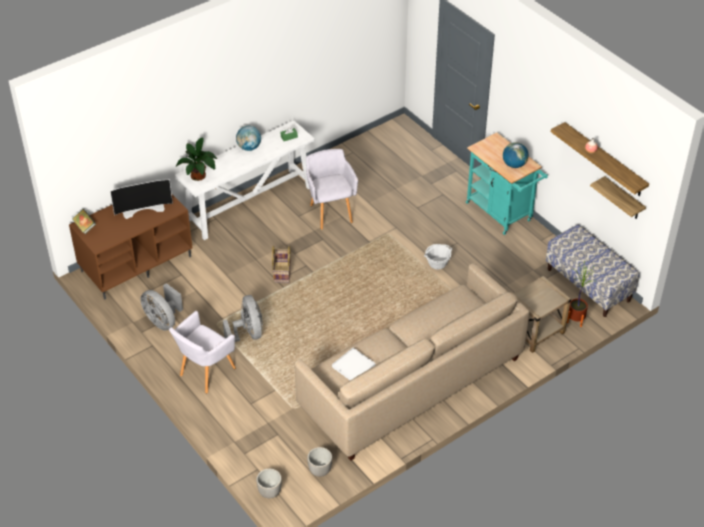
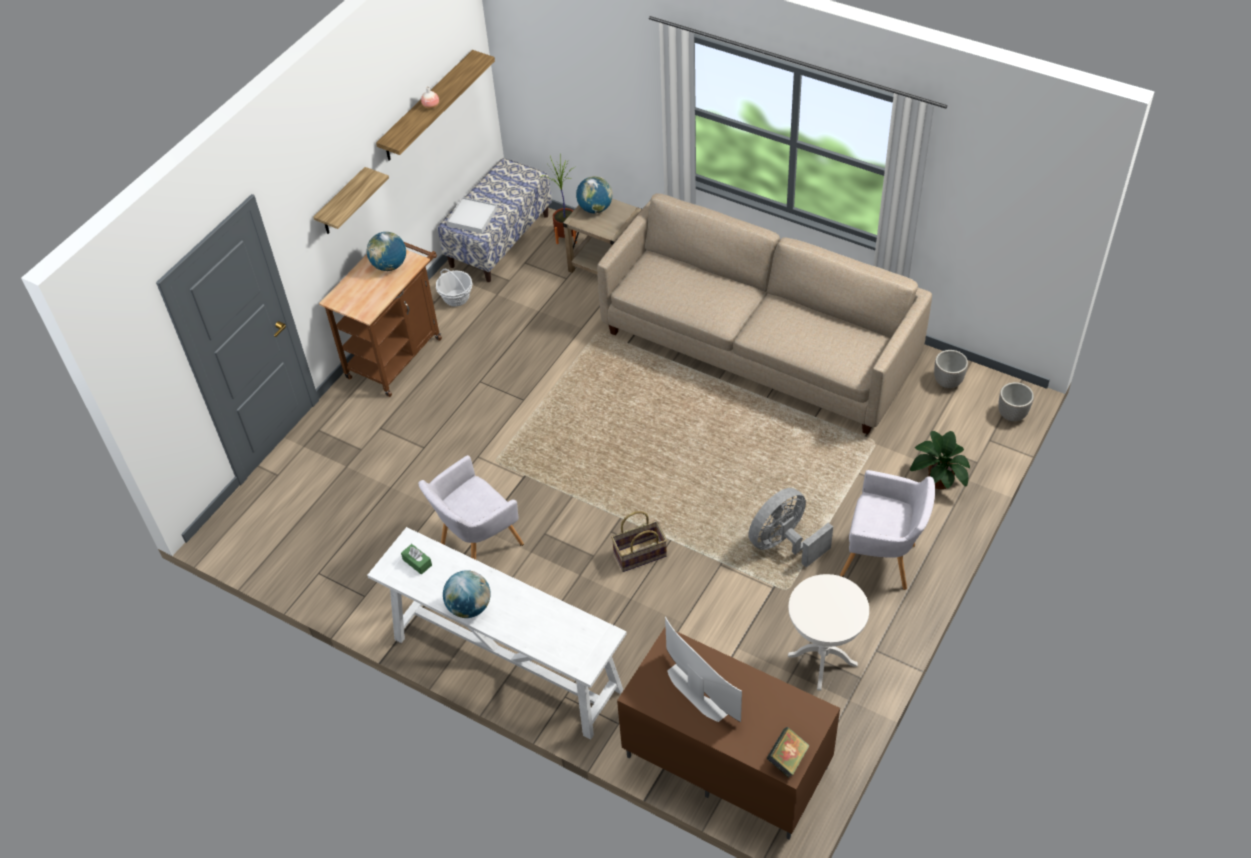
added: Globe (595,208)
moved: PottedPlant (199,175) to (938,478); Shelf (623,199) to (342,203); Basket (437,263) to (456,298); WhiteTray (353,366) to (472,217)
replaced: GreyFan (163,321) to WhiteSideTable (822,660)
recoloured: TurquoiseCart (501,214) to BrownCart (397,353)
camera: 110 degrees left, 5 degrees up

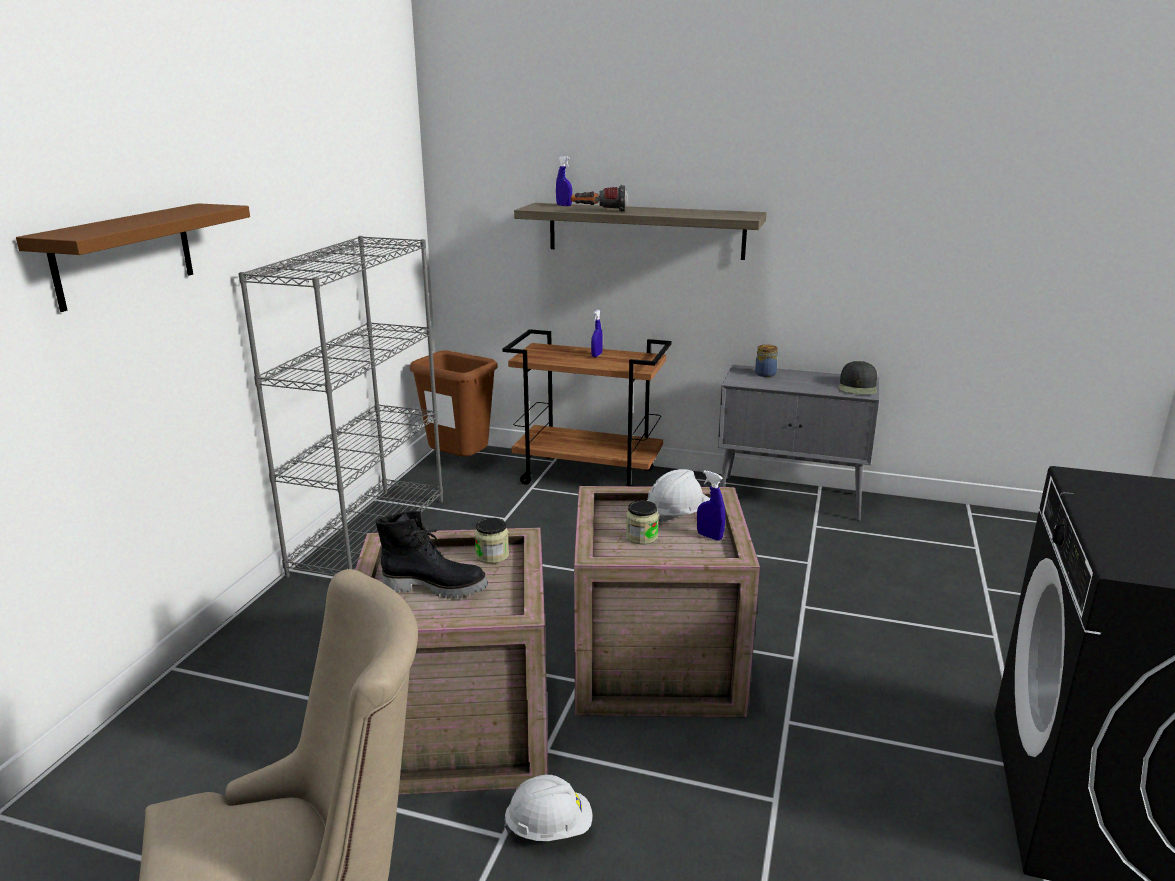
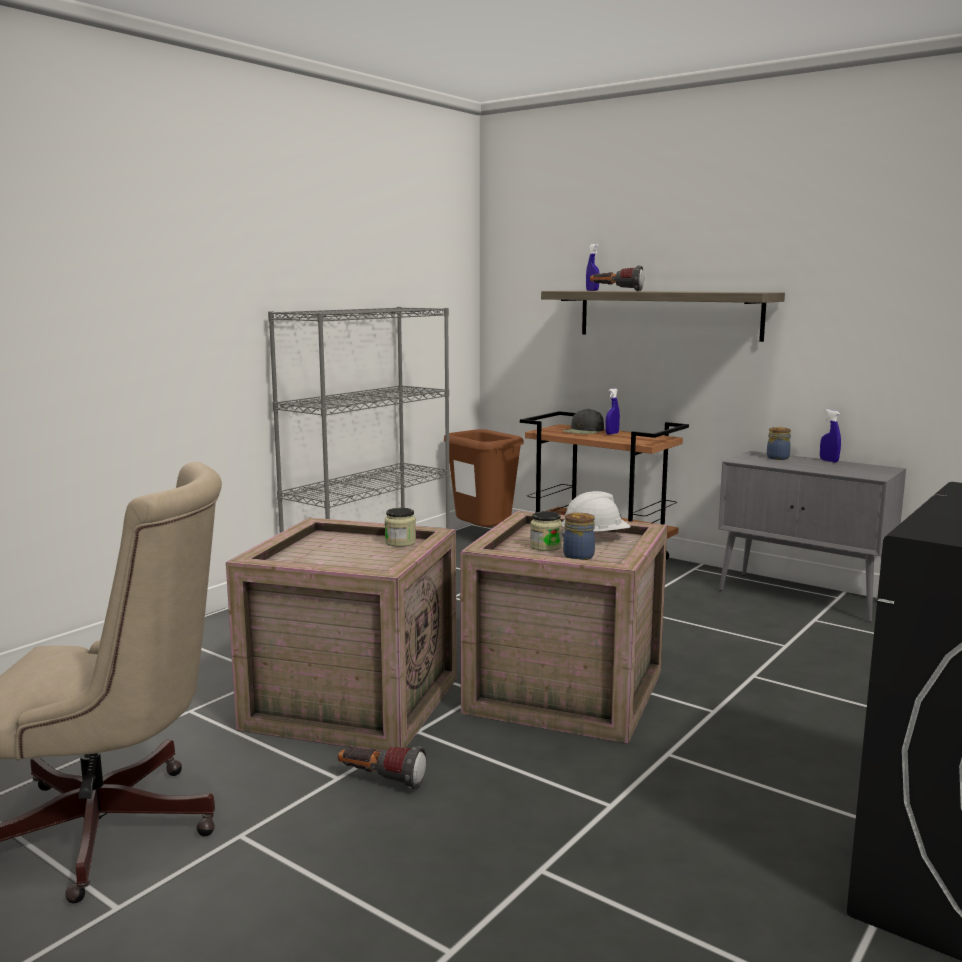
removed: BrownShelf (124,255); BlackBoot (435,587)
added: Jar (579,556)
moved: BlackCap (858,387) to (583,431); BlueSprayBottle (709,536) to (829,461)
replaced: WhiteHardHat (549,828) to Flashlight (381,781)
camera: 20 degrees right, 10 degrees down

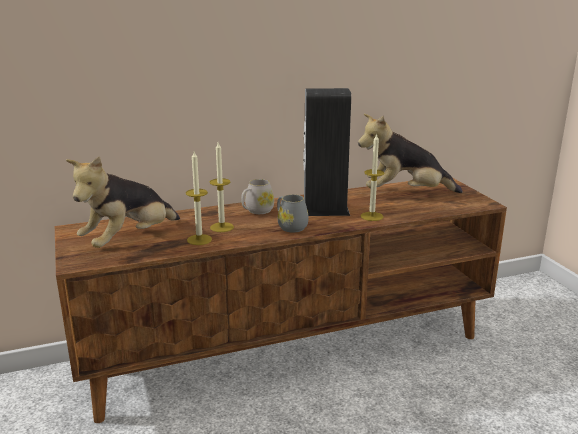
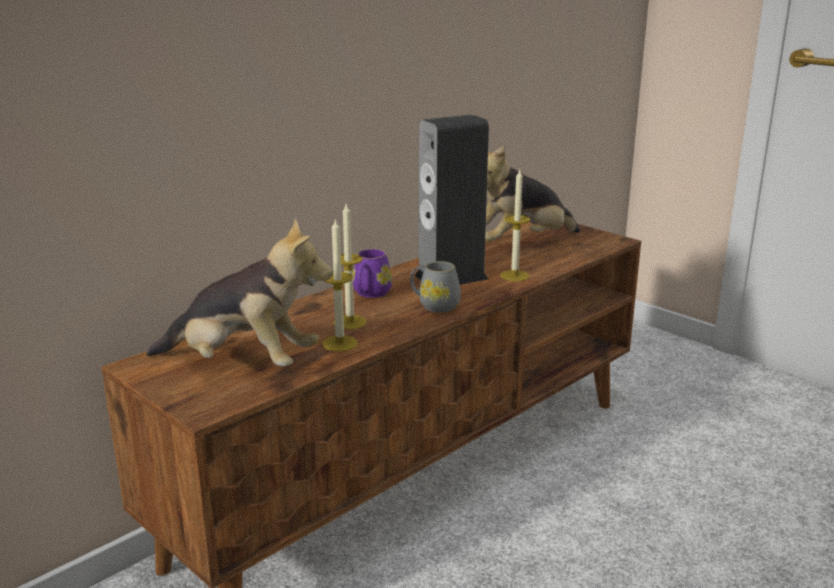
recoloured: WhiteMug (256,211) to PurpleMug (370,294)
turned: PlushToy (129,240) = (243,364) 90 degrees counterclockwise
camera: 25 degrees left, 0 degrees up

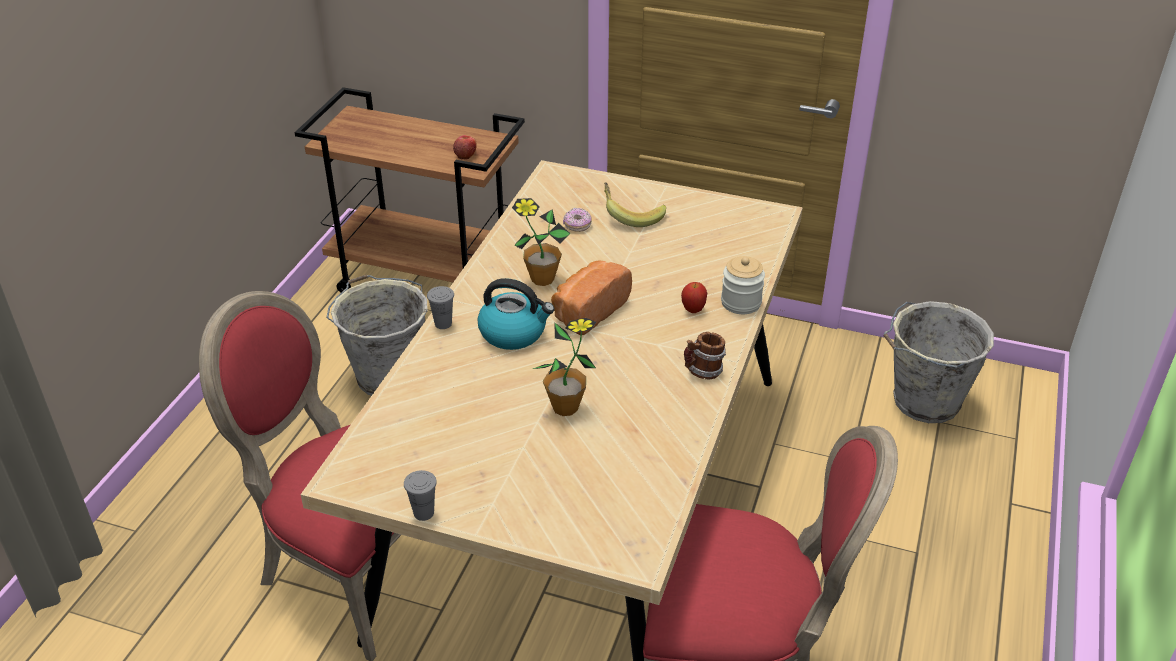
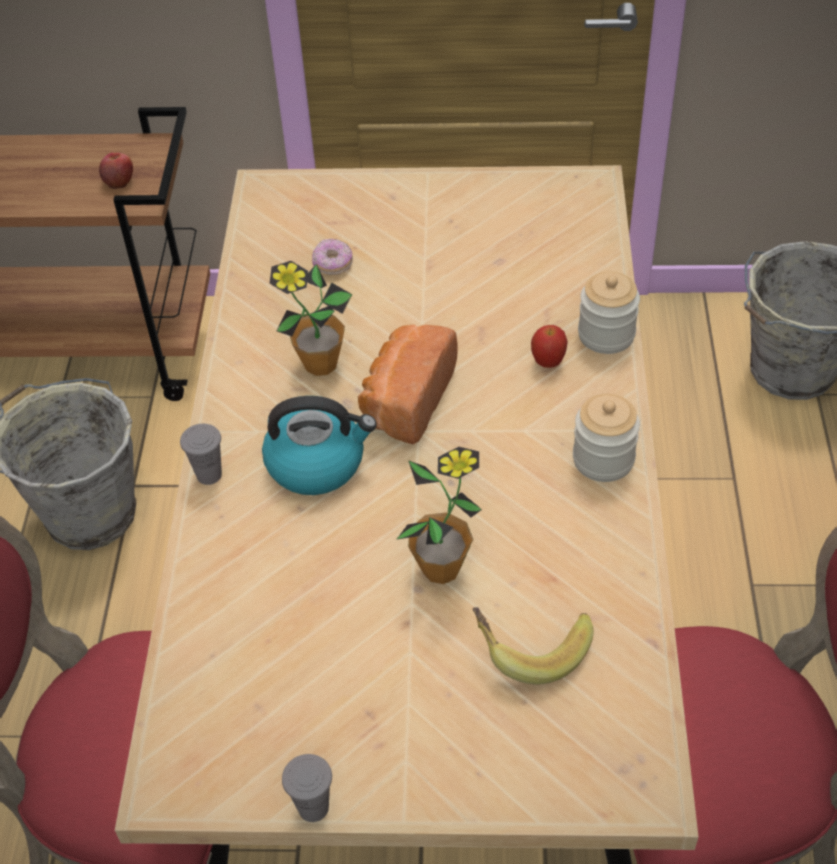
moved: Banana (631,216) to (530,647)
replaced: Mug (702,372) to Jar (603,459)
camera: 15 degrees left, 10 degrees up

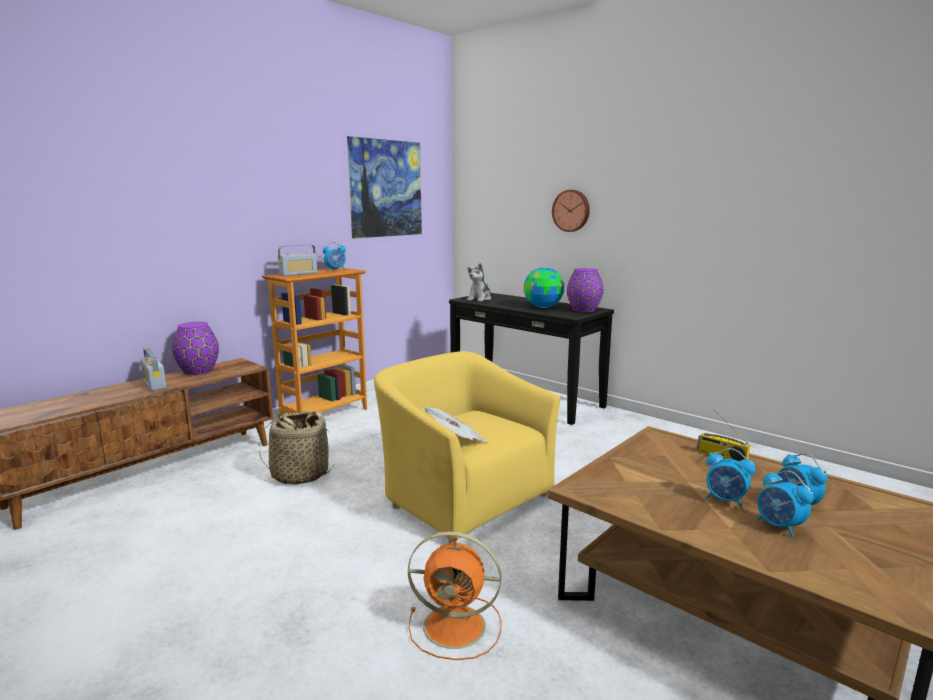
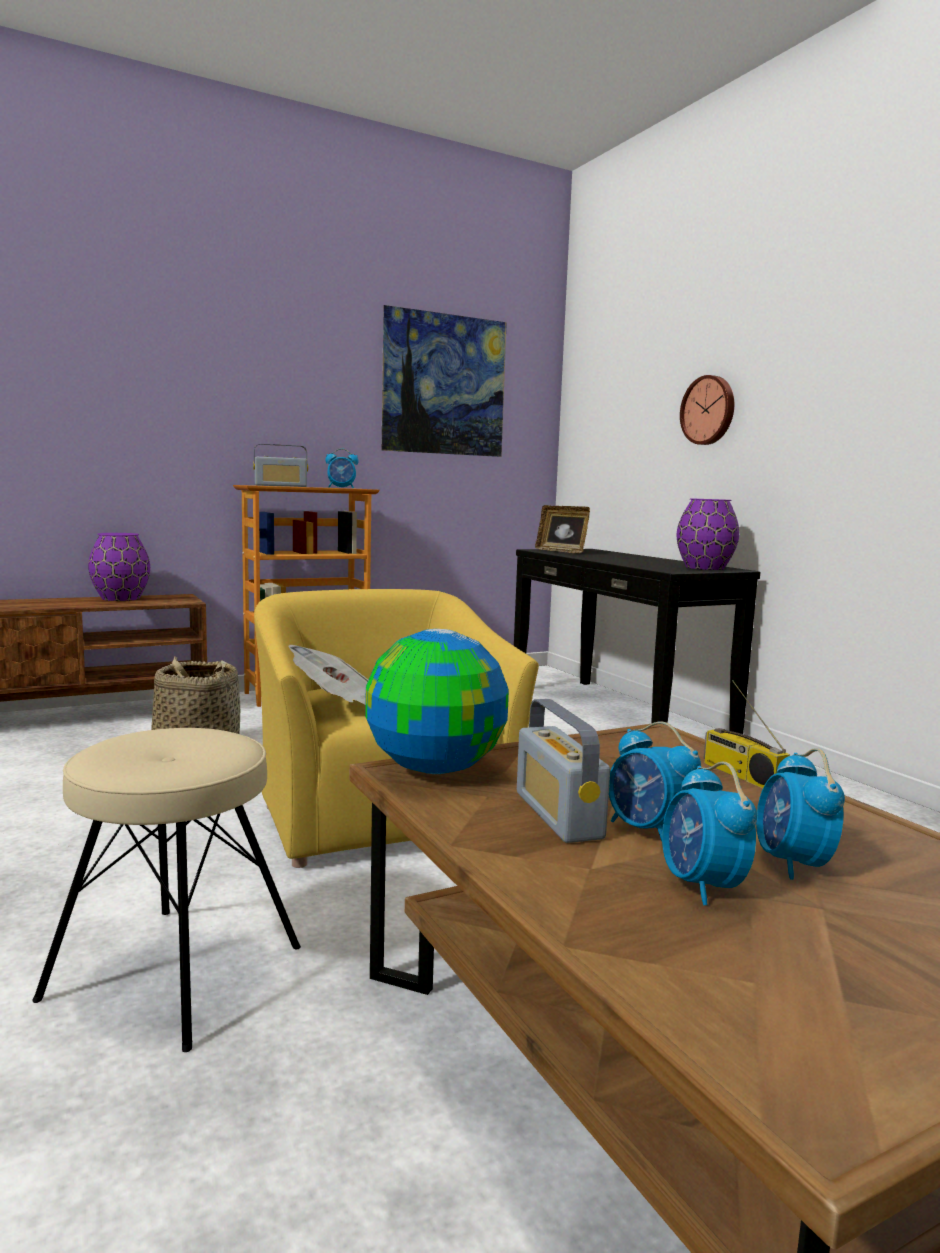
moved: Globe (543,307) to (435,769); Radio (154,384) to (558,815)
replaced: PlushToy (479,299) to PictureFrame (562,551); OrangeFan (457,626) to BeigeStool (174,973)
camera: 20 degrees right, 5 degrees down

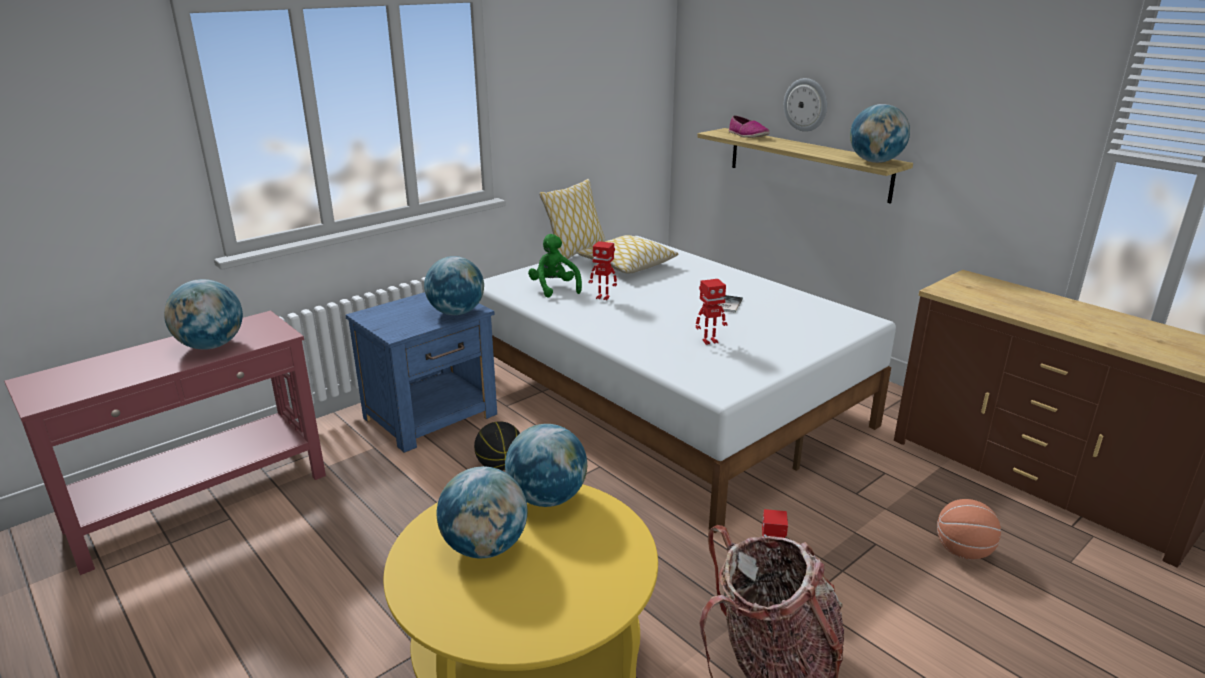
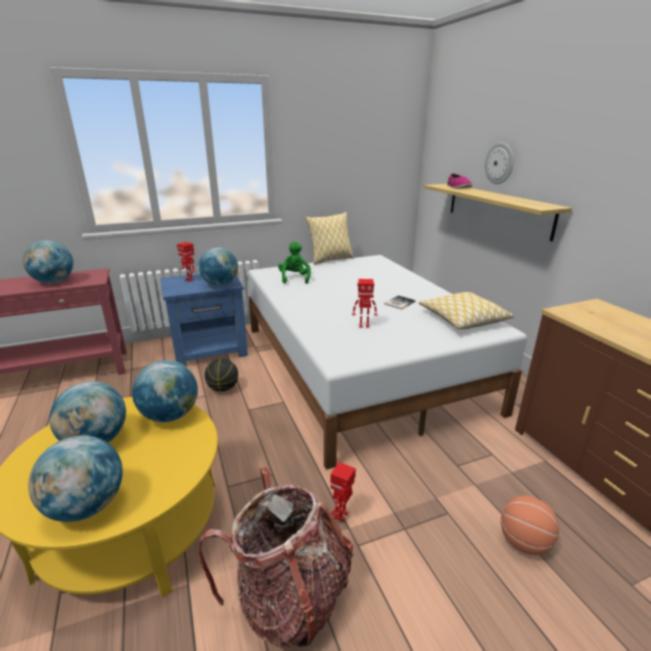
moved: Globe (875,162) to (87,506); Pillow (627,265) to (462,319); ToyRobot (603,297) to (189,280)
camera: 20 degrees right, 0 degrees up

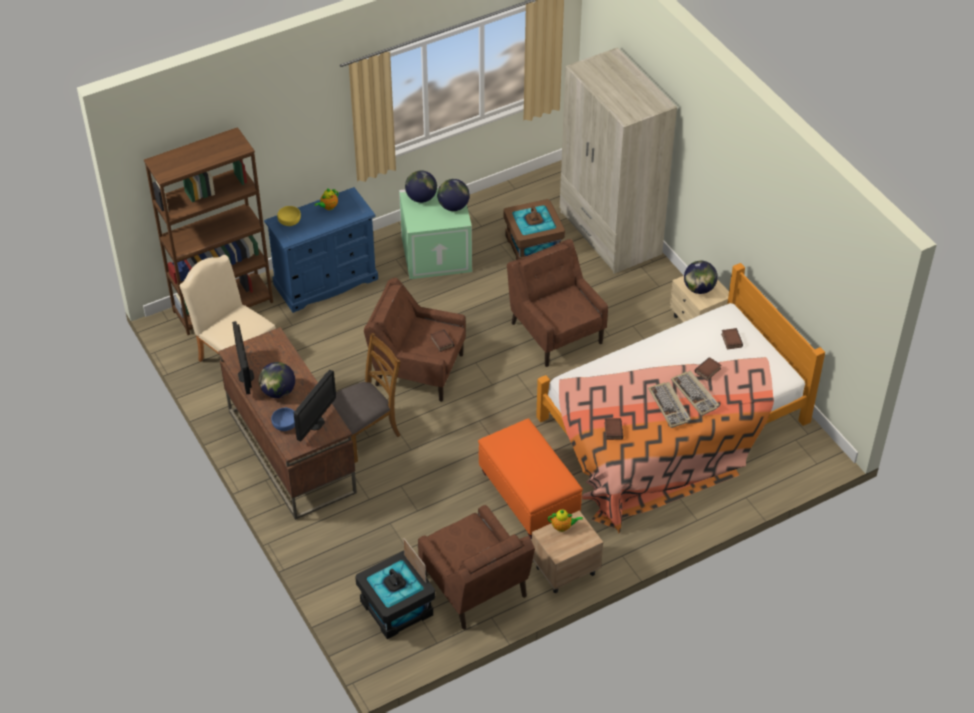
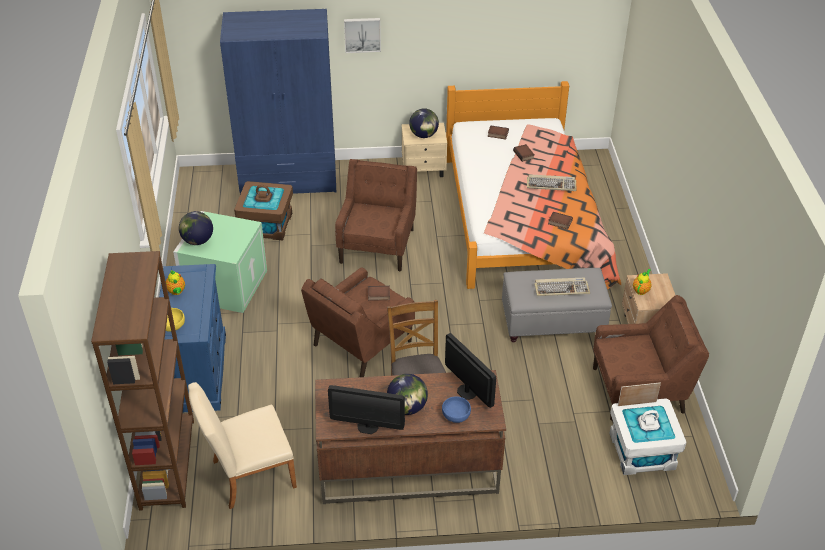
removed: Globe (453,206)
added: Picture (362,34)
moved: Keyboard (695,394) to (561,288)
recoloured: BeigeWardrobe (609,233) to BlueWardrobe (289,179); OrangeOttoman (529,496) to GreyOttoman (553,322); BlackStorageBox (396,608) to WhiteStorageBox (642,451)
turned: BrownArmchair (556,332) = (377,245) 105 degrees clockwise
camera: 65 degrees left, 5 degrees down

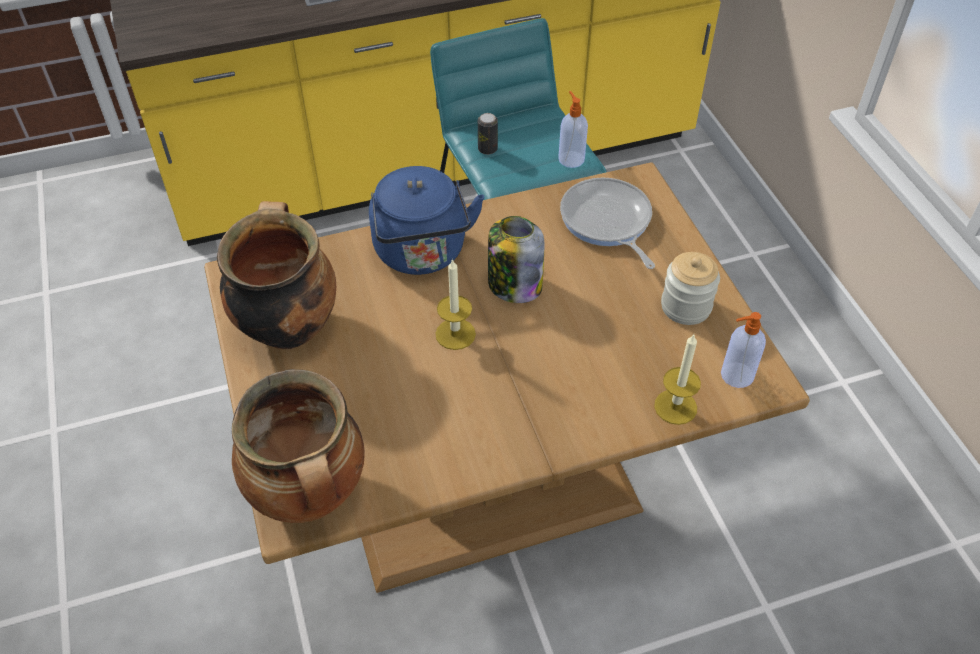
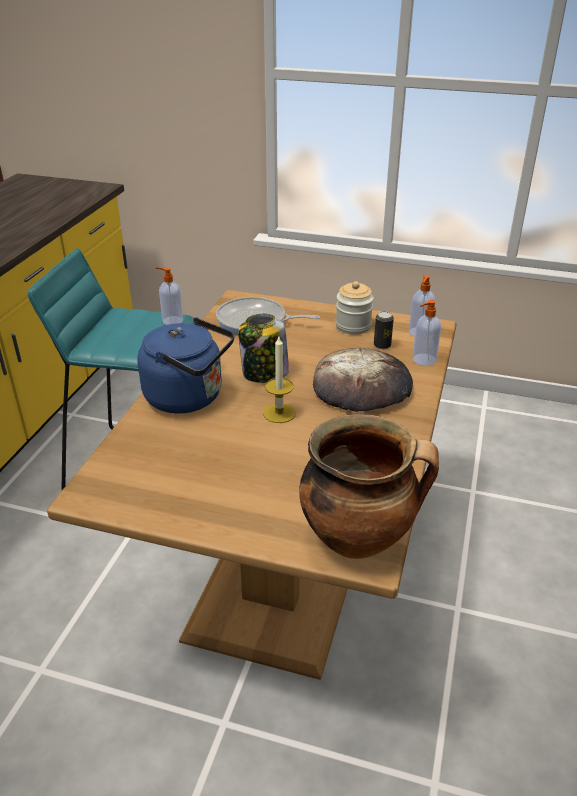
removed: CookingPot (287,326)
added: Bread (362,386)
moved: Can (487,149) to (382,345)
replaced: Candle (675,407) to SoapDispenser (423,360)
camera: 55 degrees left, 15 degrees down

